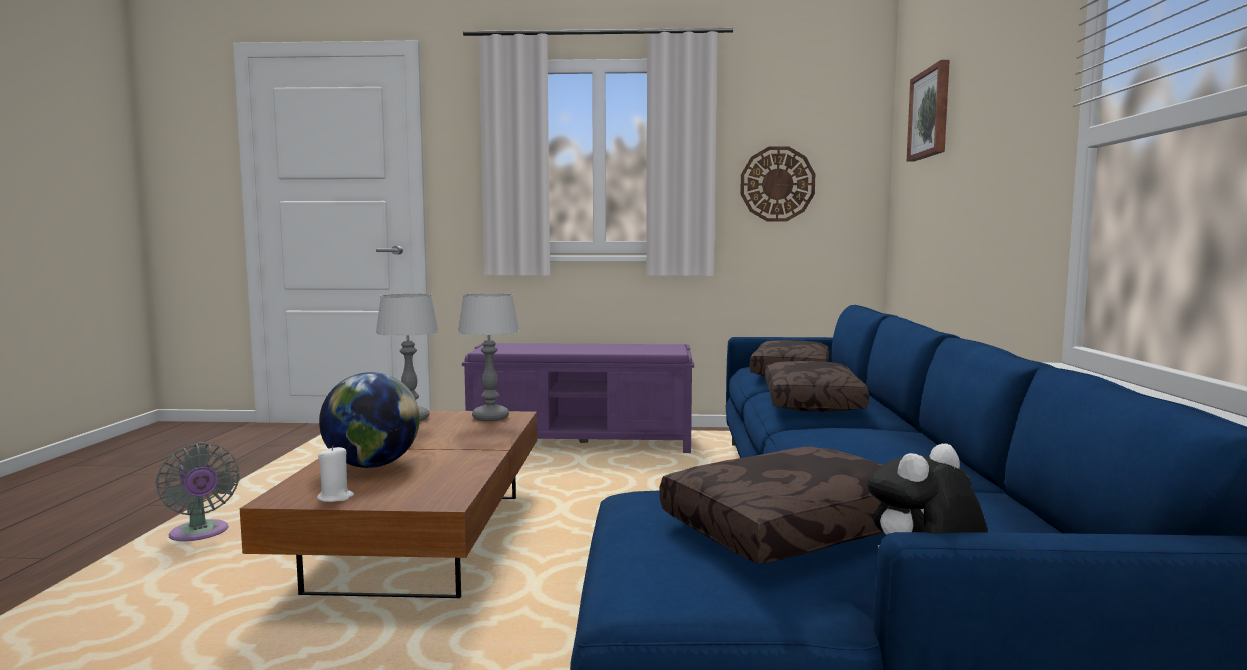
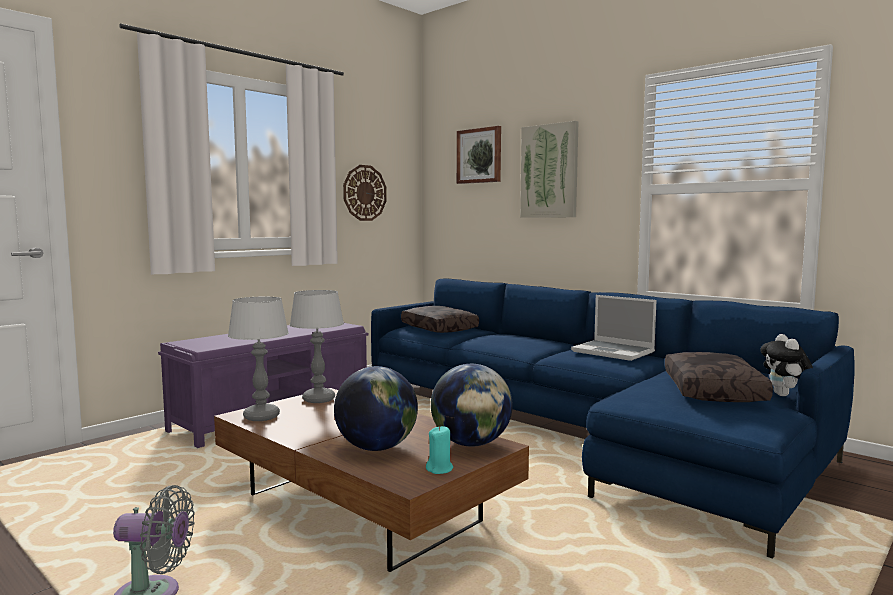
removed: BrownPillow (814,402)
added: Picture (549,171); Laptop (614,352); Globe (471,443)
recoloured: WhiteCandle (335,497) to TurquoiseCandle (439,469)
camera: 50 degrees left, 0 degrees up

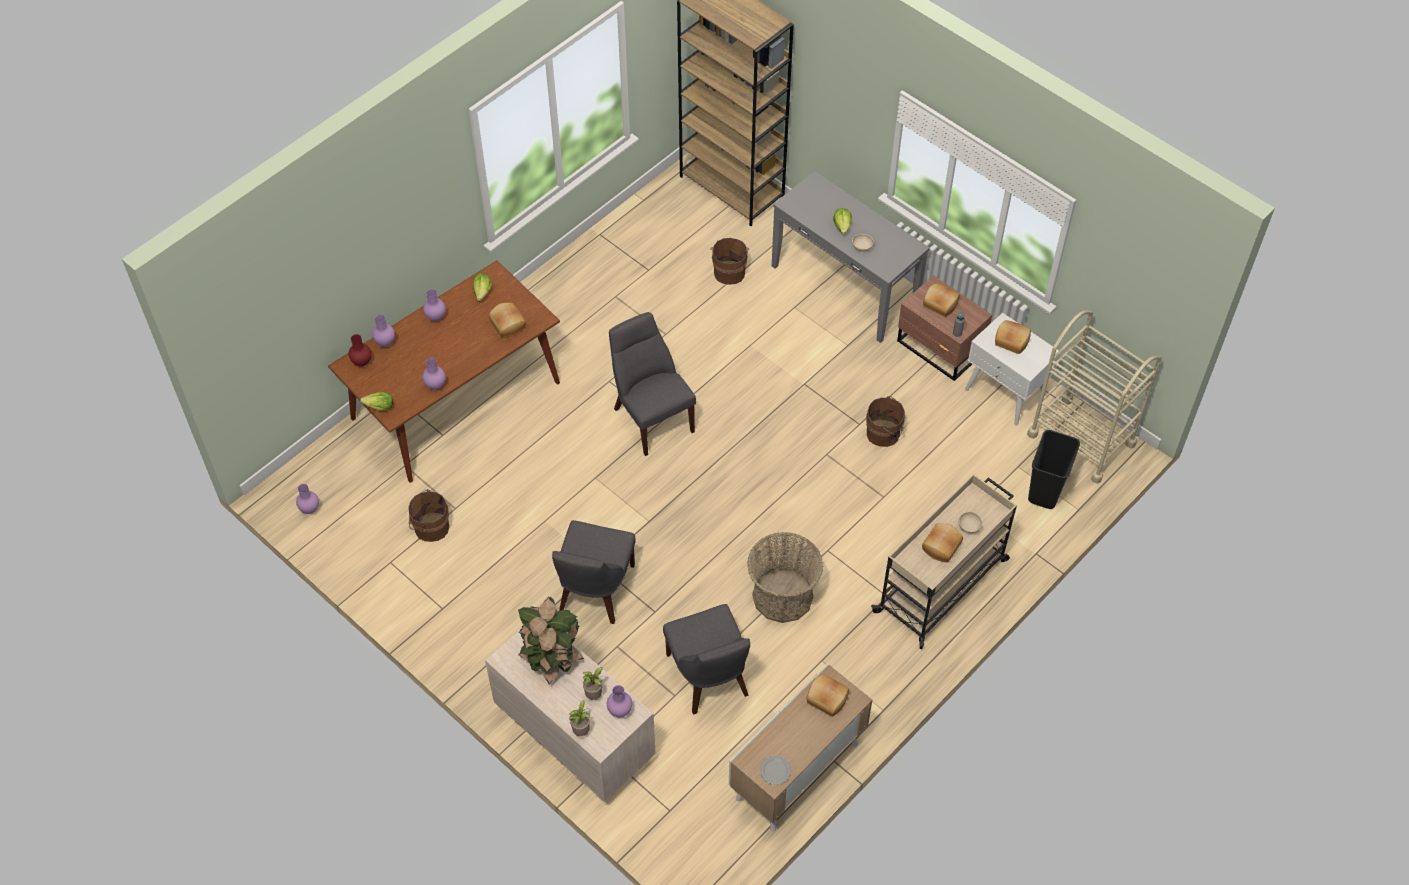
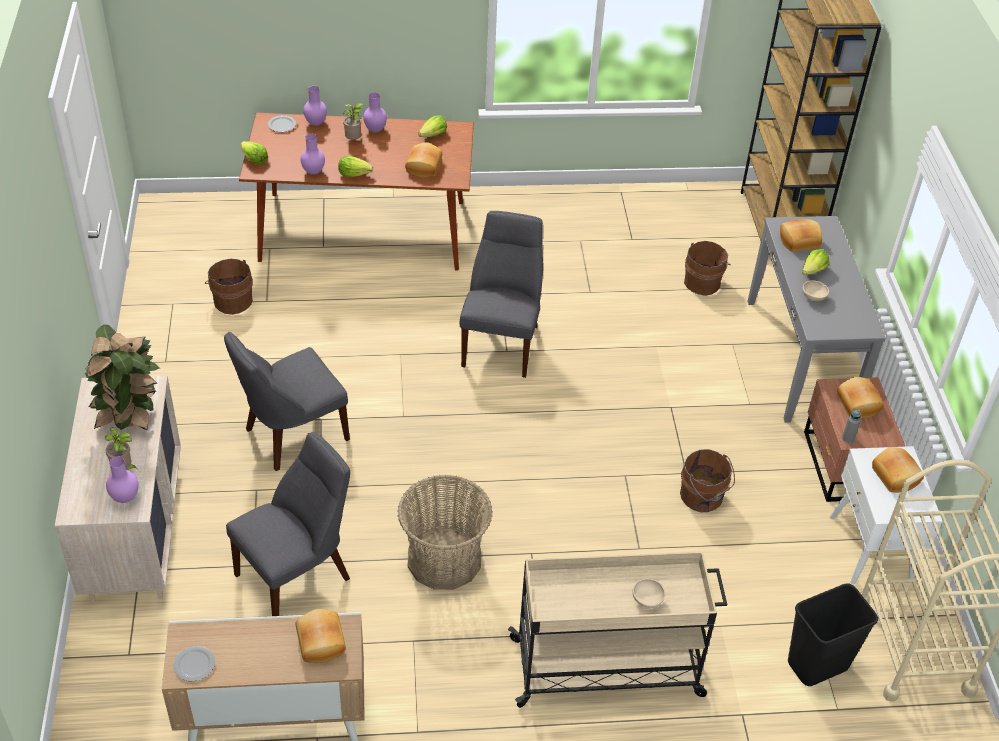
removed: PurpleVase (310,509)
added: Lettuce (354,173)
moved: Bread (940,546) to (798,241); PottedPlant (582,730) to (354,140)
replaced: RedVase (362,363) to Plate (282,125)
turned: GreyChair (709,678) = (297,575) 150 degrees counterclockwise
camera: 40 degrees right, 10 degrees down

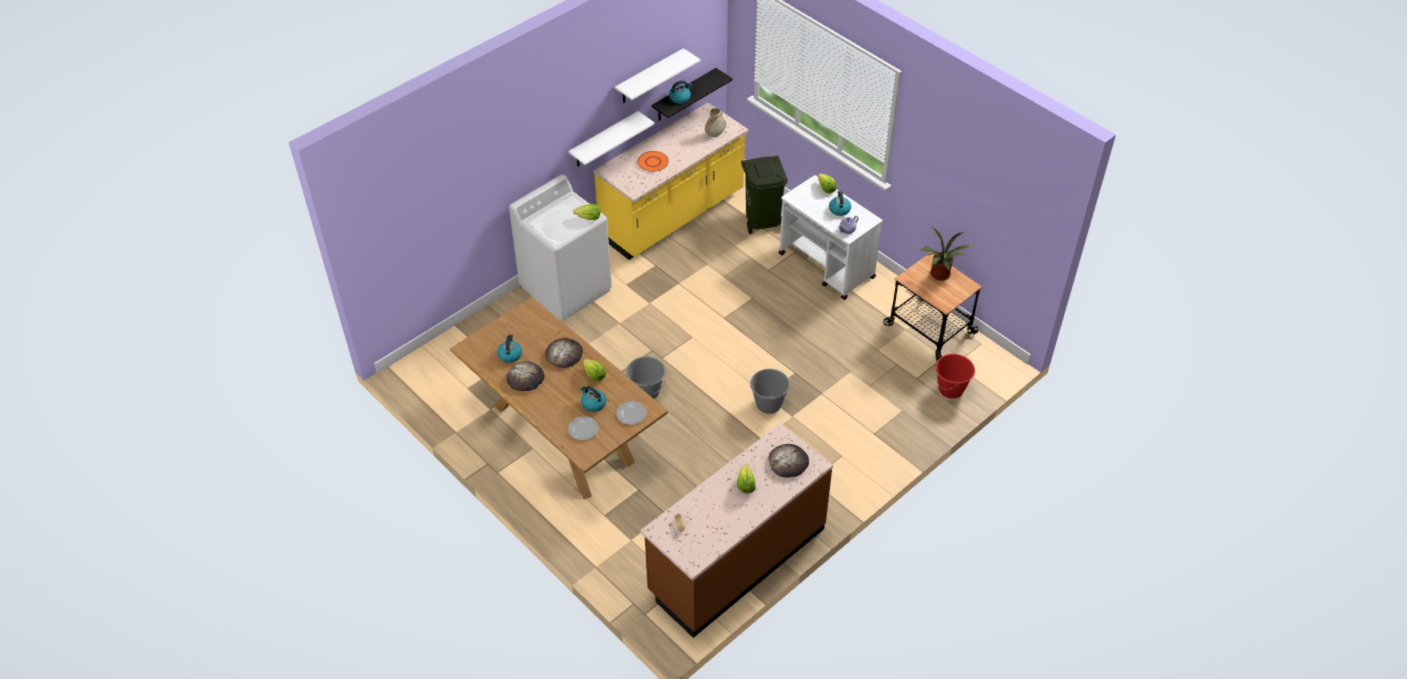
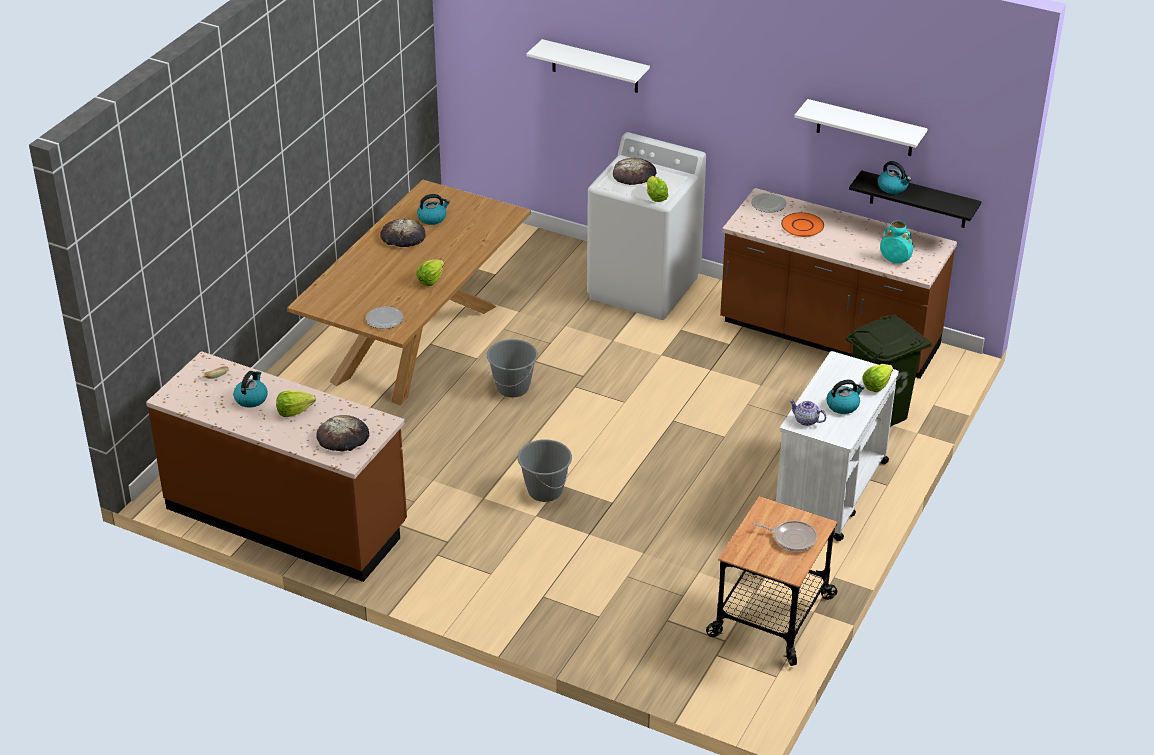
removed: RedBucket (951,389)
moved: WhiteShelf (604,140) to (595,66); Bread (564,354) to (634,175); Kettle (593,404) to (251,398); Plate (583,429) to (769,204)
replaced: PottedPlant (939,276) to FryingPan (792,538)
recoloured: YellowCounter (673,216) to BrownCounter (828,337); BeigeVase (715,134) to TurquoiseVase (895,261)
camera: 70 degrees right, 10 degrees down

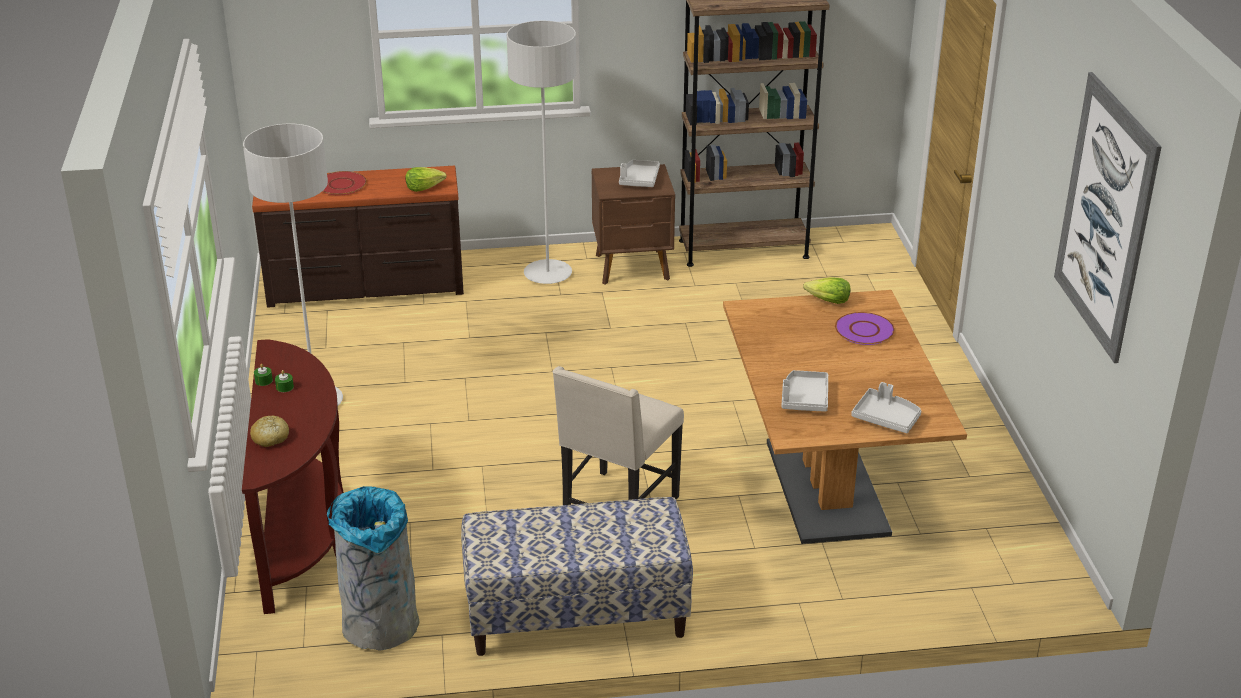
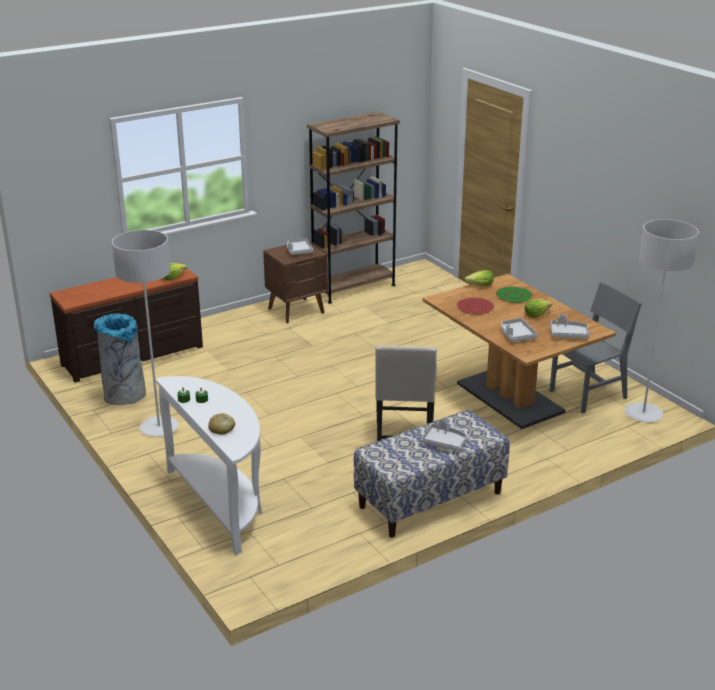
removed: Picture (1105,216)
added: GreyChair (588,394); Lettuce (536,314); GreyTray (444,442)
moved: GreyFloorLamp (547,274) to (643,414); RedPlate (341,185) to (475,307); GreyTrashCan (380,626) to (124,395)
recoloured: PurplePlate (864,330) to GreenPlate (514,295); BrownConsoleTable (303,535) to WhiteConsoleTable (221,504)
camera: 25 degrees left, 5 degrees down

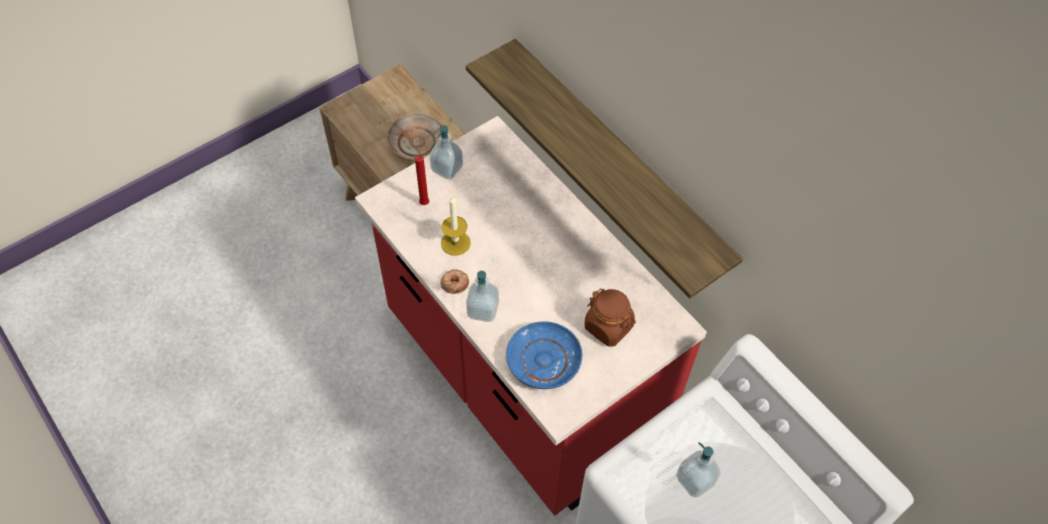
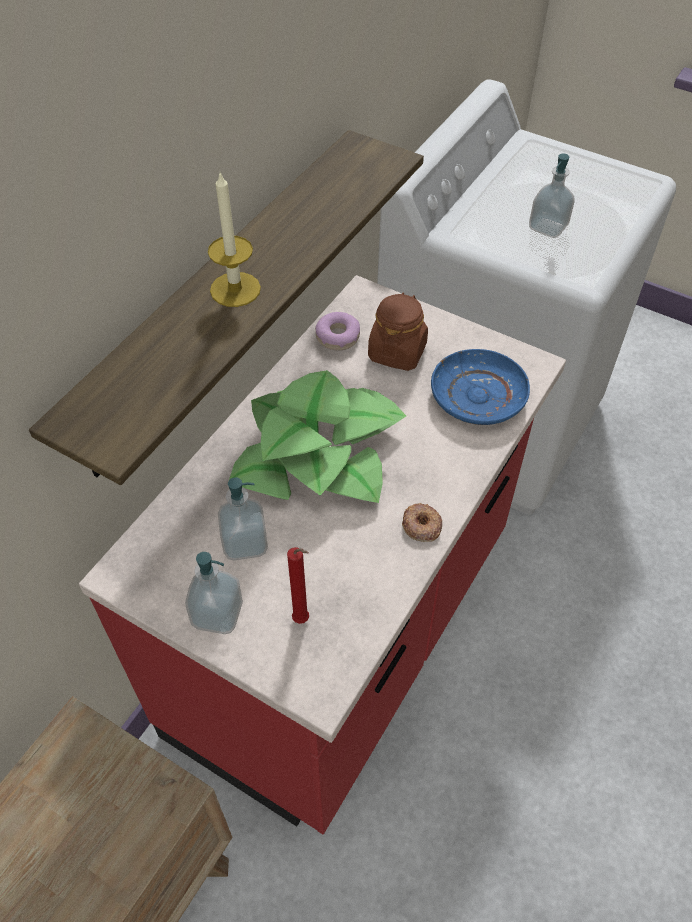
removed: BeigePlate (417,143)
added: Donut (338,336); PottedPlant (319,454)
moved: Candle (455,243) to (235,289); SoapDispenser (482,310) to (245,543)
camera: 110 degrees left, 5 degrees down

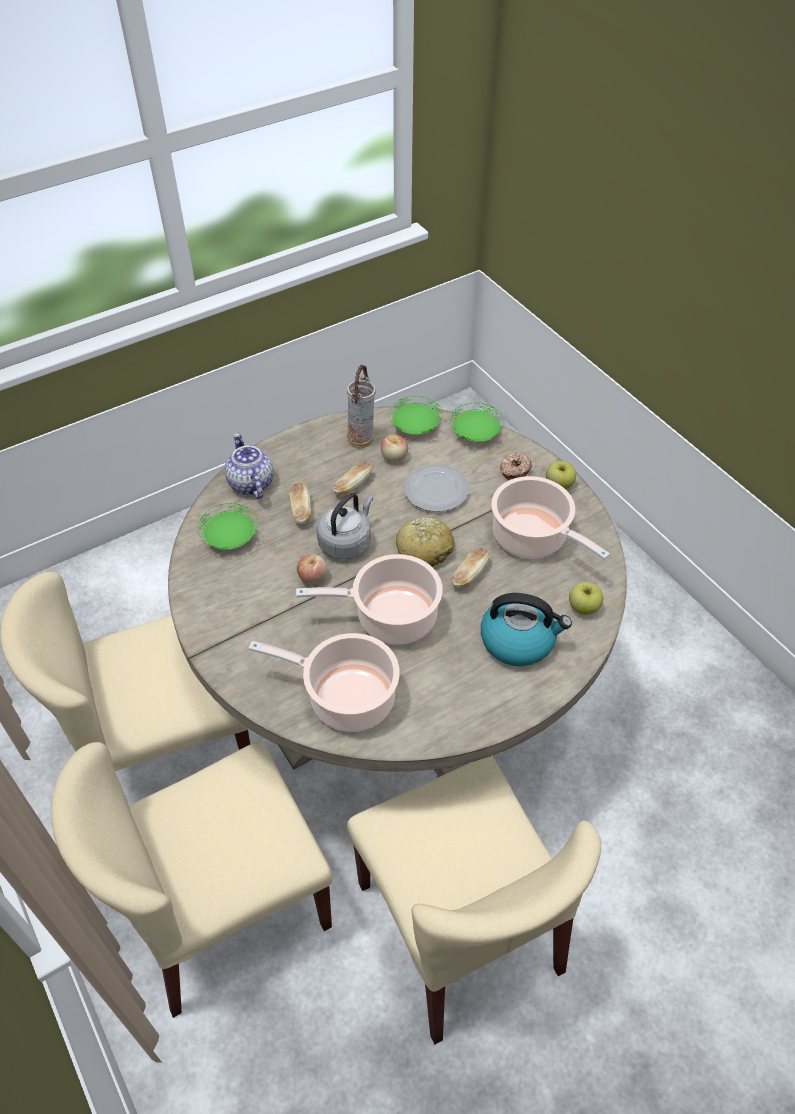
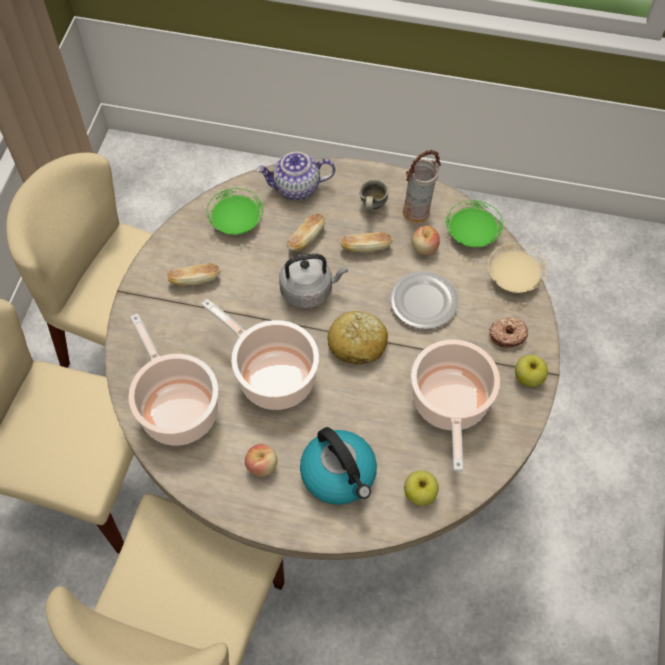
added: GreyMug (371,206)
moved: Bread (469,575) to (194,280); Apple (313,578) to (262,465)
recoloured: GreenPlate (475,433) to BeigePlate (514,278)
turned: Teapot (250,483) = (296,188) 120 degrees counterclockwise
camera: 45 degrees right, 10 degrees up

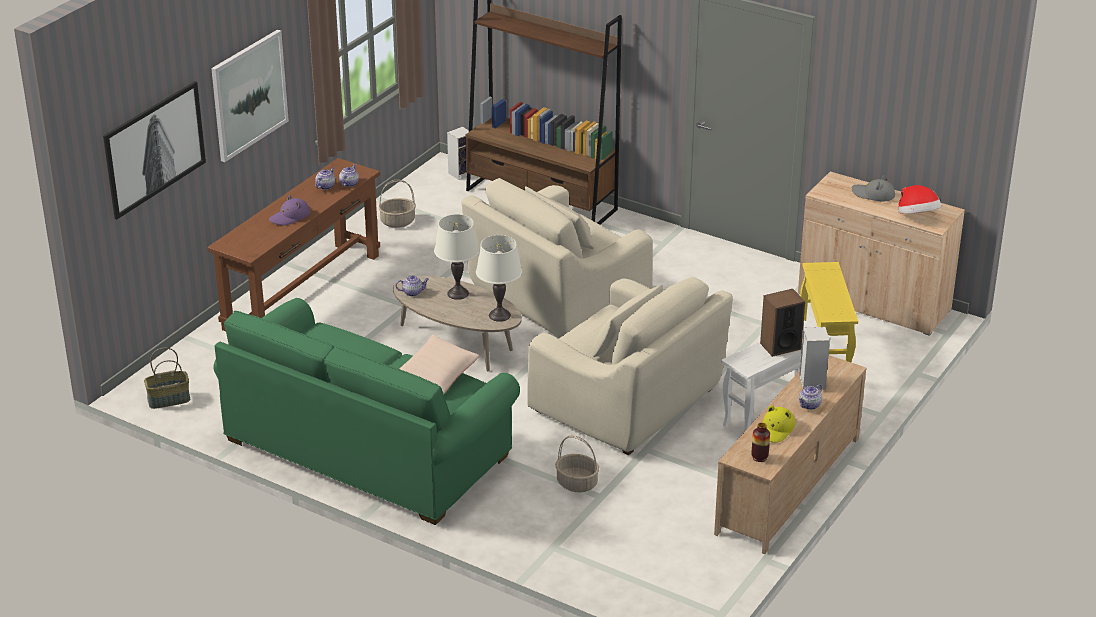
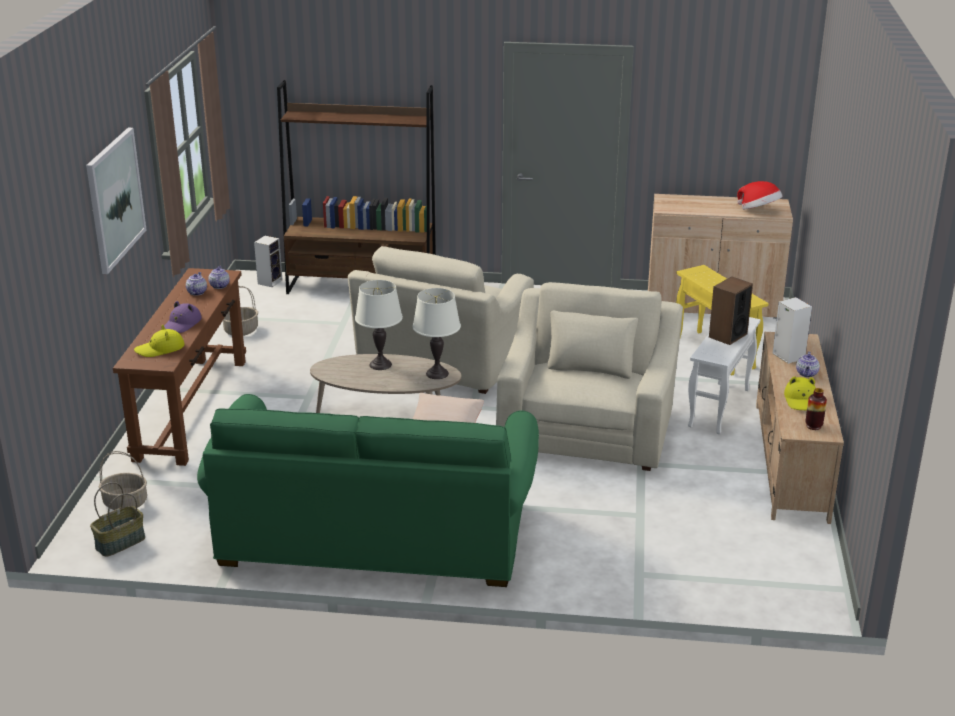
removed: Picture (154,149); GreyHat (873,194); Teapot (413,292)
added: YellowHat (160,349)
moved: Basket (577,483) to (126,503)
turned: BeigeArmchair (628,402) = (587,427) 90 degrees counterclockwise
camera: 25 degrees left, 5 degrees down

